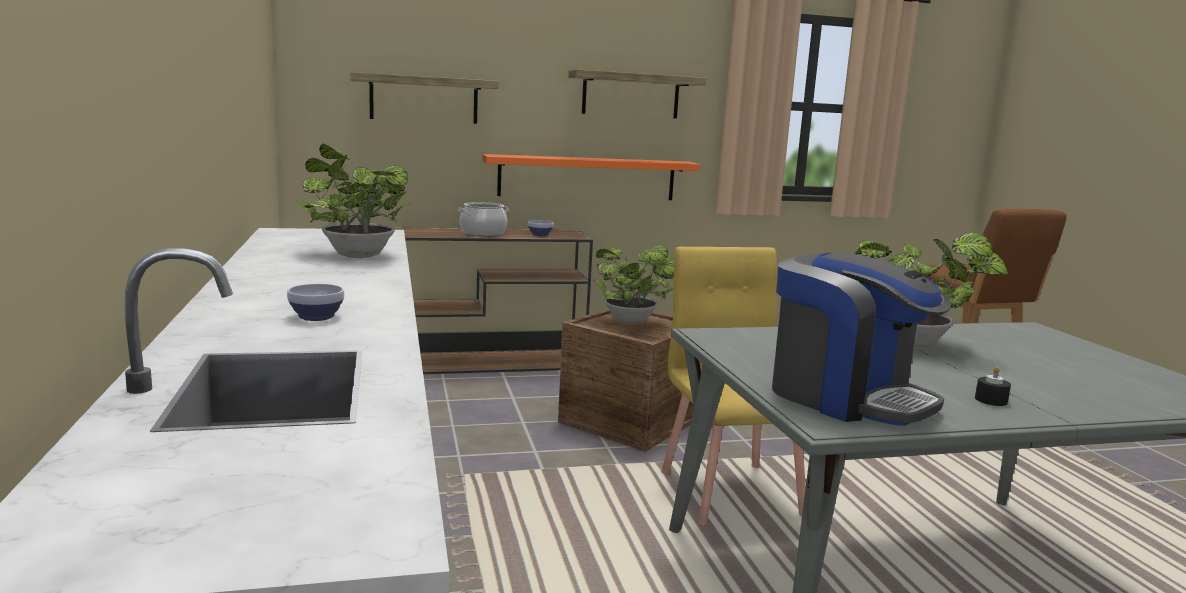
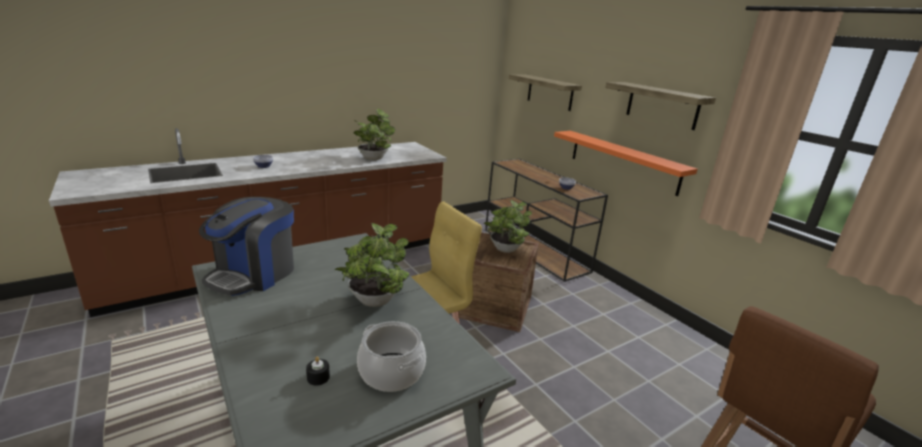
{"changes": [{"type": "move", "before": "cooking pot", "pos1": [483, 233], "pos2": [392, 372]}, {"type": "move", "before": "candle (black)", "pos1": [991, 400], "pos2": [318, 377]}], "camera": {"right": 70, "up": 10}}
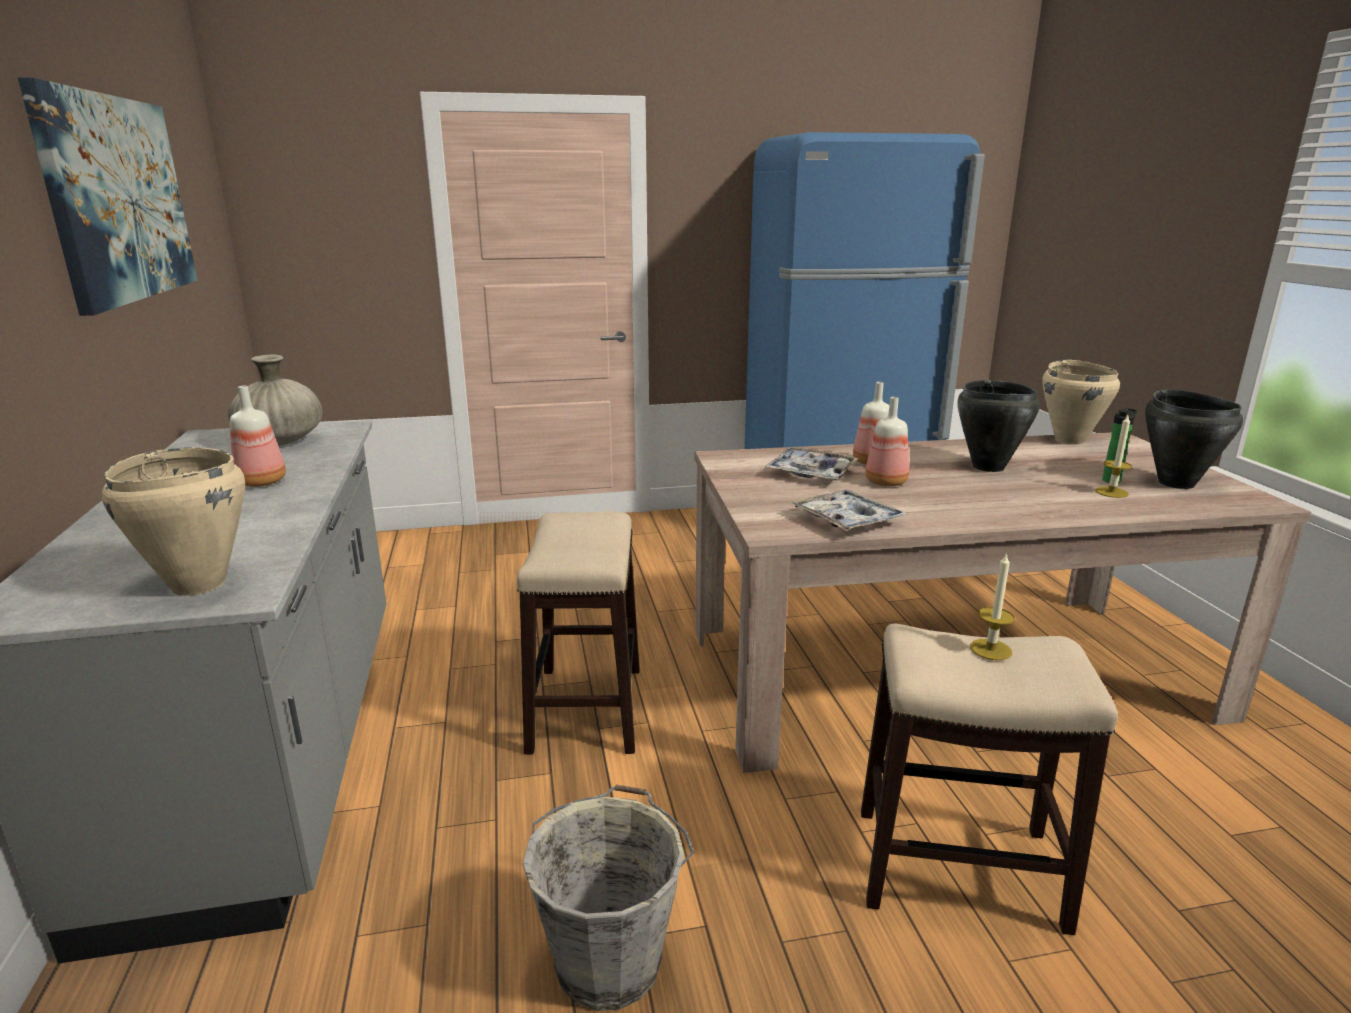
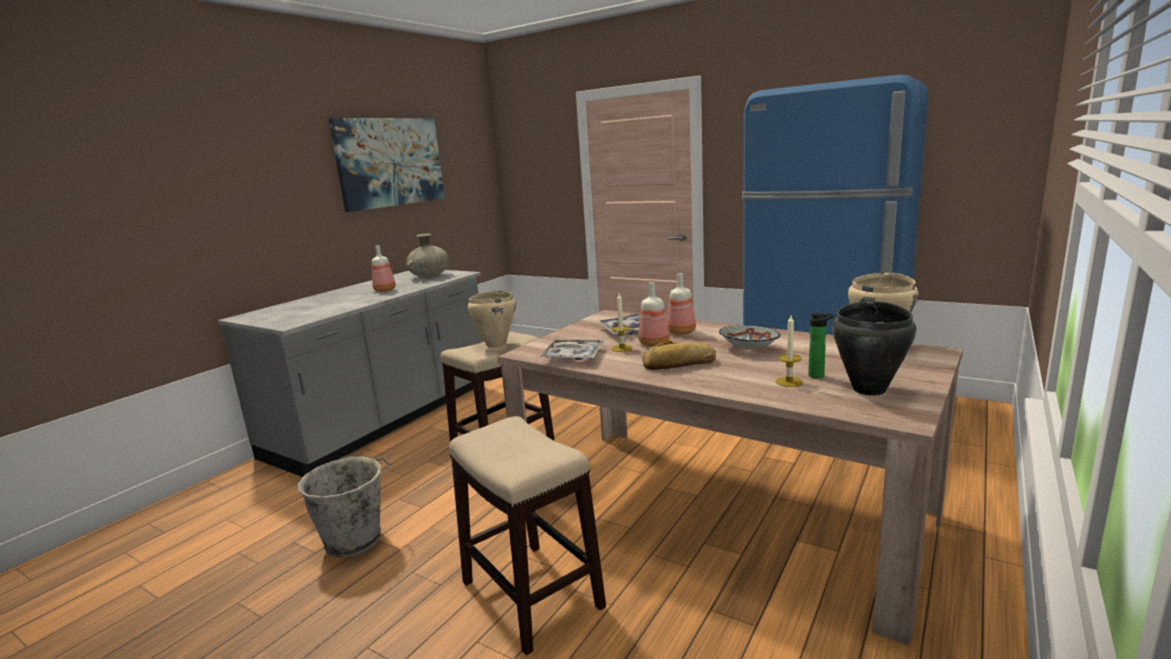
{"changes": [{"type": "move", "before": "cooking pot (beige)", "pos1": [197, 585], "pos2": [496, 345]}, {"type": "replace", "before": "cooking pot (black)", "after": "bowl", "pos1": [988, 467], "pos2": [748, 349]}, {"type": "move", "before": "candle", "pos1": [990, 649], "pos2": [622, 348]}, {"type": "insert", "after": "bread", "pos2": [680, 364]}], "camera": {"right": 45, "up": -5}}
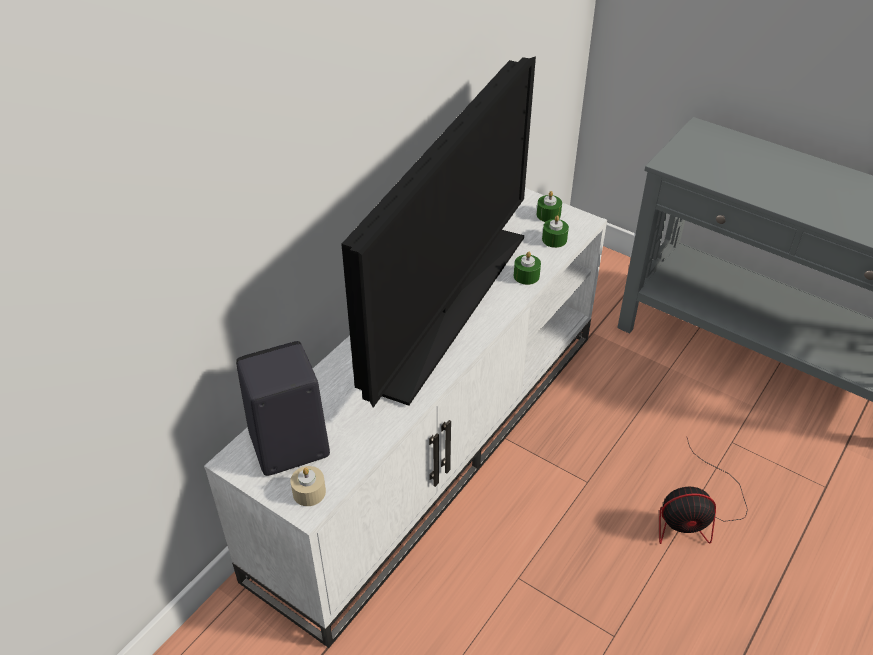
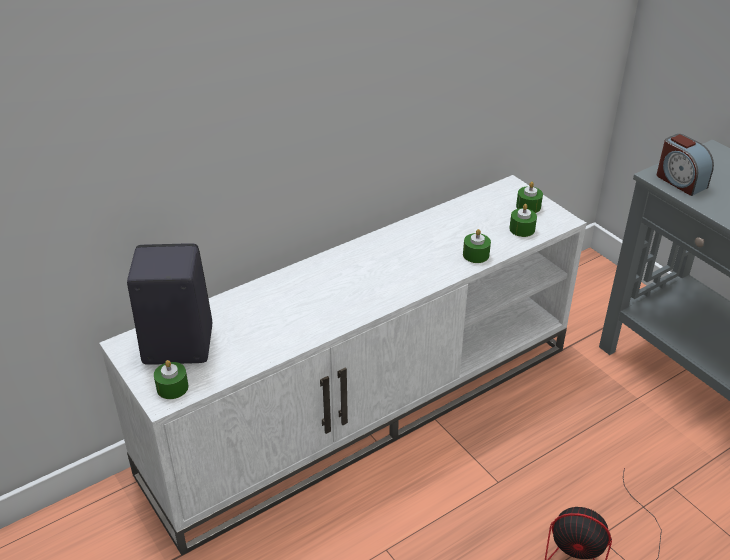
{"changes": [{"type": "recolor", "before": "candle (beige)", "after": "candle (green)", "pos1": [309, 492], "pos2": [172, 387]}, {"type": "delete", "before": "television", "pos1": [449, 307]}, {"type": "insert", "after": "alarm clock", "pos2": [680, 181]}], "camera": {"right": 20, "up": -5}}
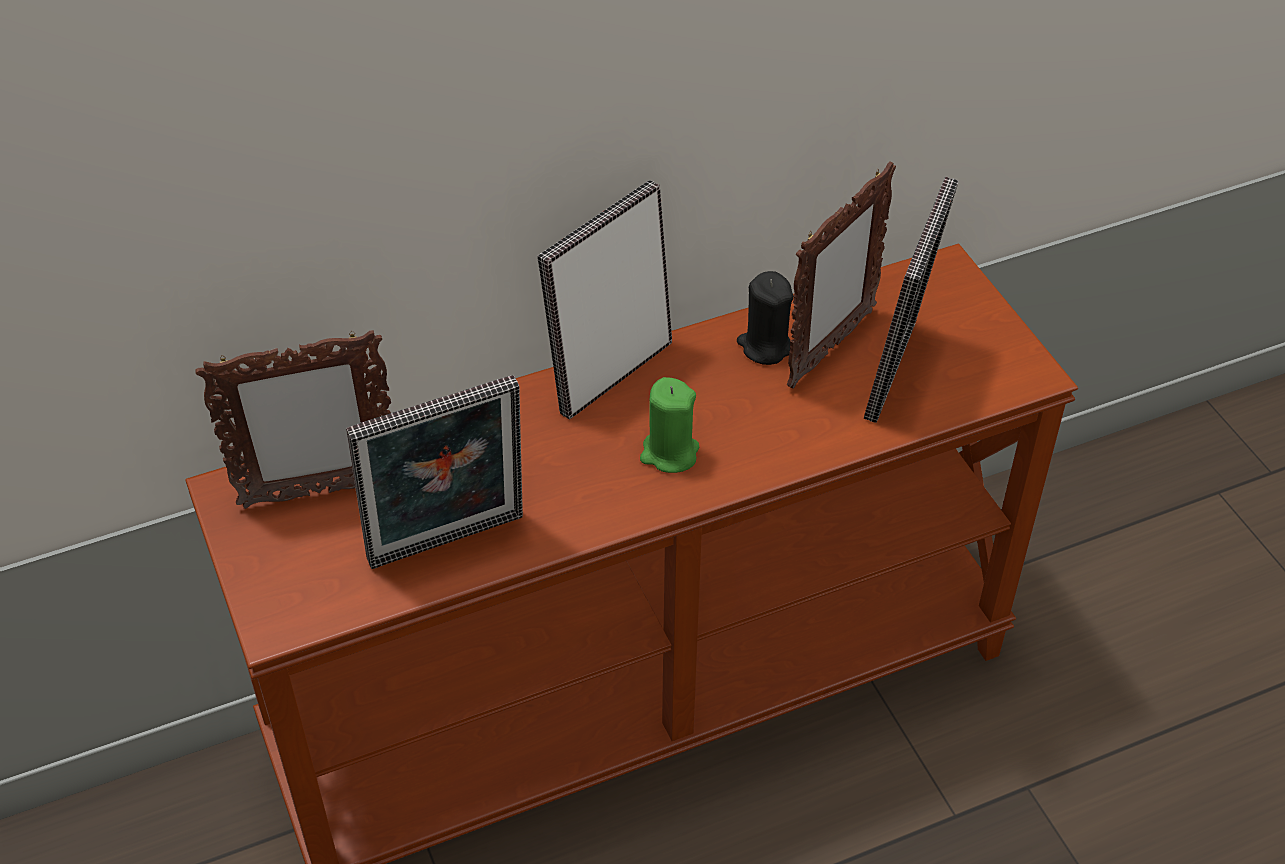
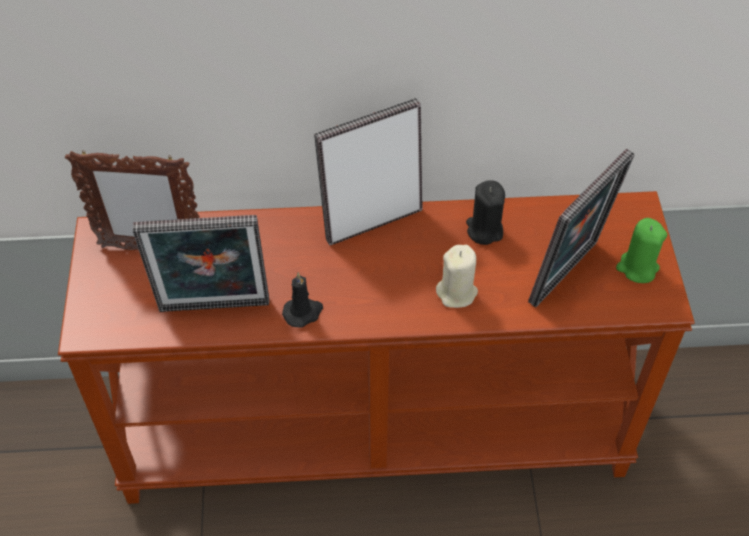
{"changes": [{"type": "move", "before": "candle (green)", "pos1": [669, 453], "pos2": [637, 268]}, {"type": "delete", "before": "picture frame", "pos1": [830, 349]}, {"type": "insert", "after": "candle (black)", "pos2": [303, 312]}, {"type": "insert", "after": "candle (beige)", "pos2": [457, 292]}], "camera": {"right": 20, "up": 5}}
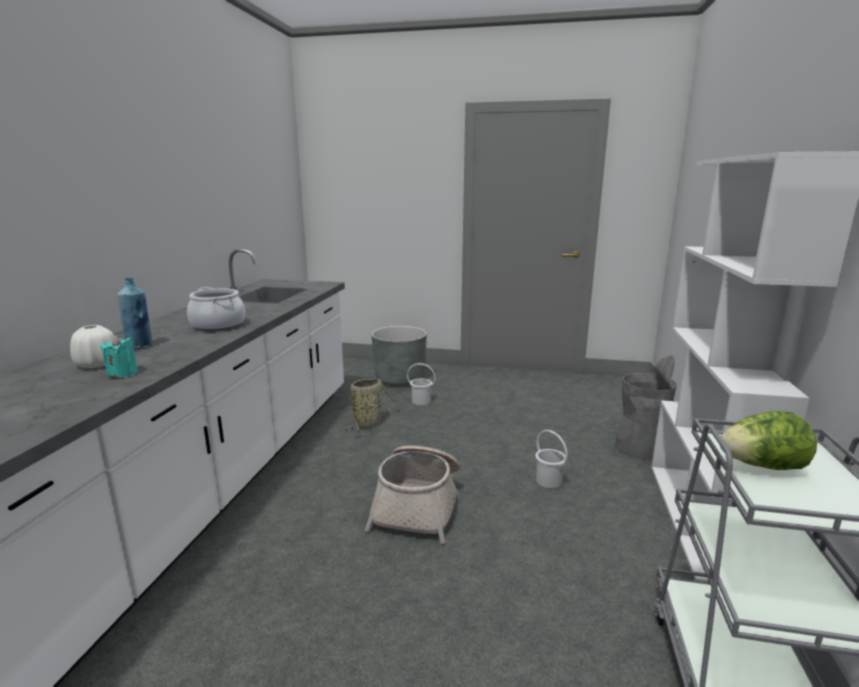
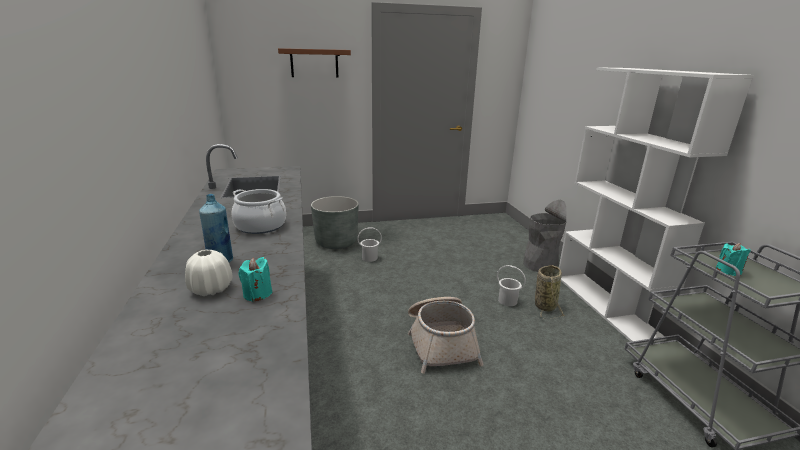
{"changes": [{"type": "move", "before": "basket", "pos1": [369, 423], "pos2": [545, 305]}, {"type": "replace", "before": "lettuce", "after": "candle (turquoise)", "pos1": [761, 466], "pos2": [728, 271]}, {"type": "insert", "after": "shelf (brown)", "pos2": [314, 63]}], "camera": {"right": -25, "up": 5}}
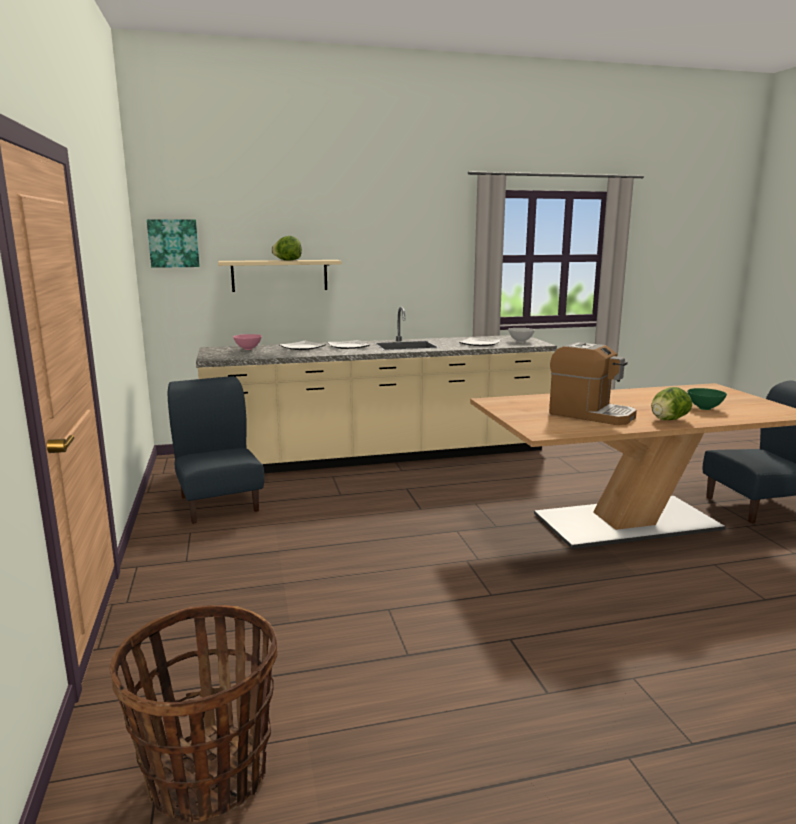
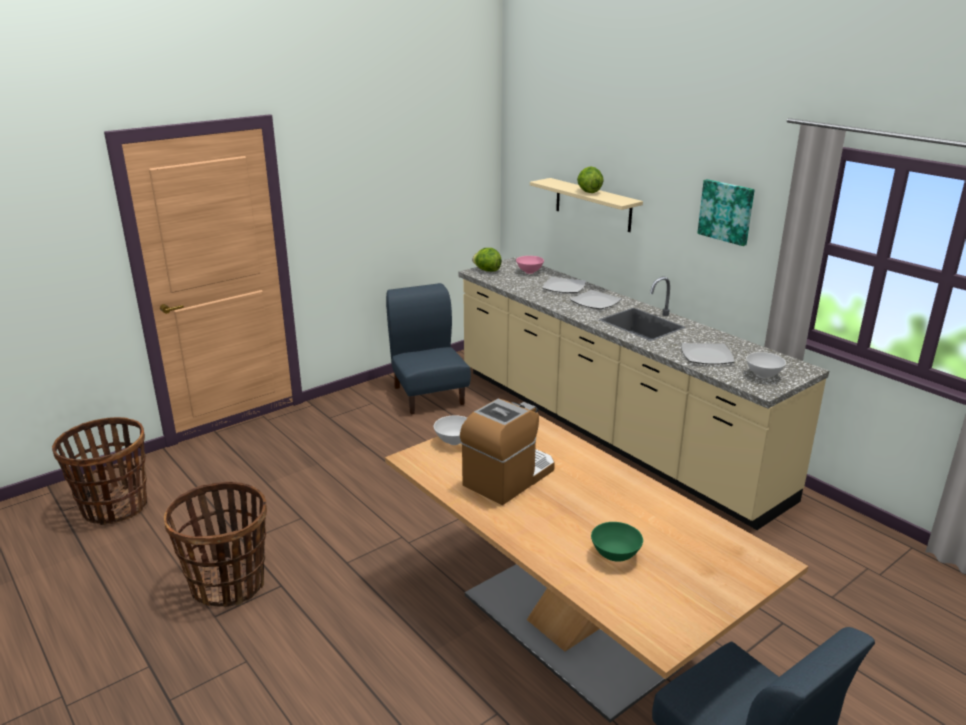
{"changes": [{"type": "move", "before": "picture", "pos1": [173, 243], "pos2": [726, 211]}, {"type": "rotate", "before": "chair (blue)", "pos1": [219, 503], "pos2": [429, 395], "turn": -60}, {"type": "rotate", "before": "coffee machine", "pos1": [591, 414], "pos2": [509, 477], "turn": -150}, {"type": "move", "before": "lettuce", "pos1": [668, 420], "pos2": [487, 270]}, {"type": "insert", "after": "basket", "pos2": [228, 584]}, {"type": "insert", "after": "bowl (white)", "pos2": [454, 442]}], "camera": {"right": 65, "up": 10}}
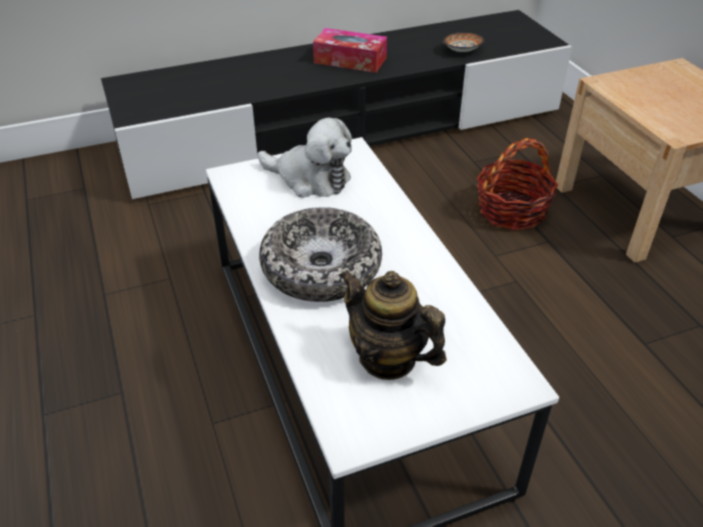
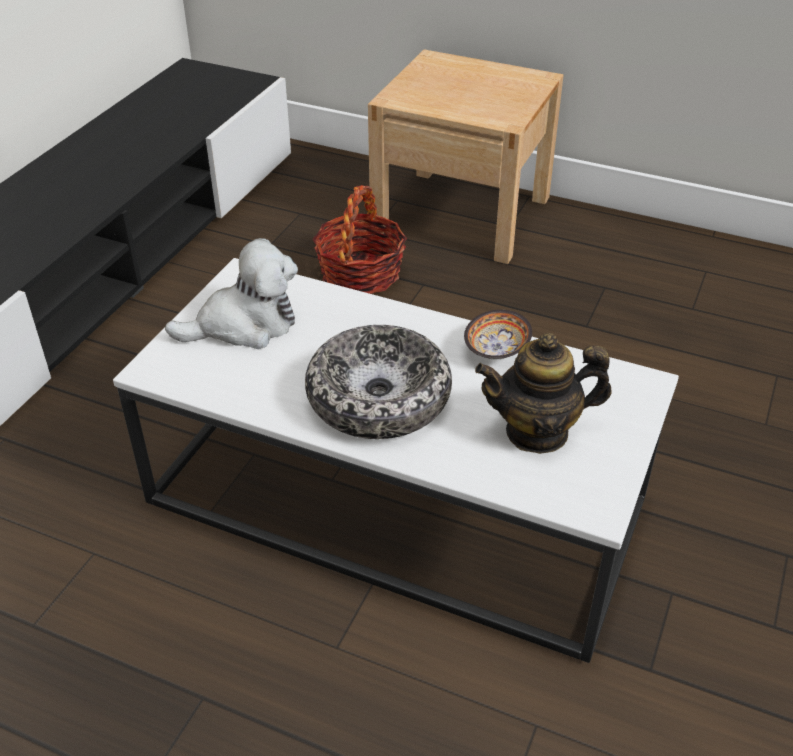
{"changes": [{"type": "delete", "before": "tissue box", "pos1": [350, 60]}, {"type": "move", "before": "bowl", "pos1": [461, 51], "pos2": [494, 350]}], "camera": {"right": -45, "up": 0}}
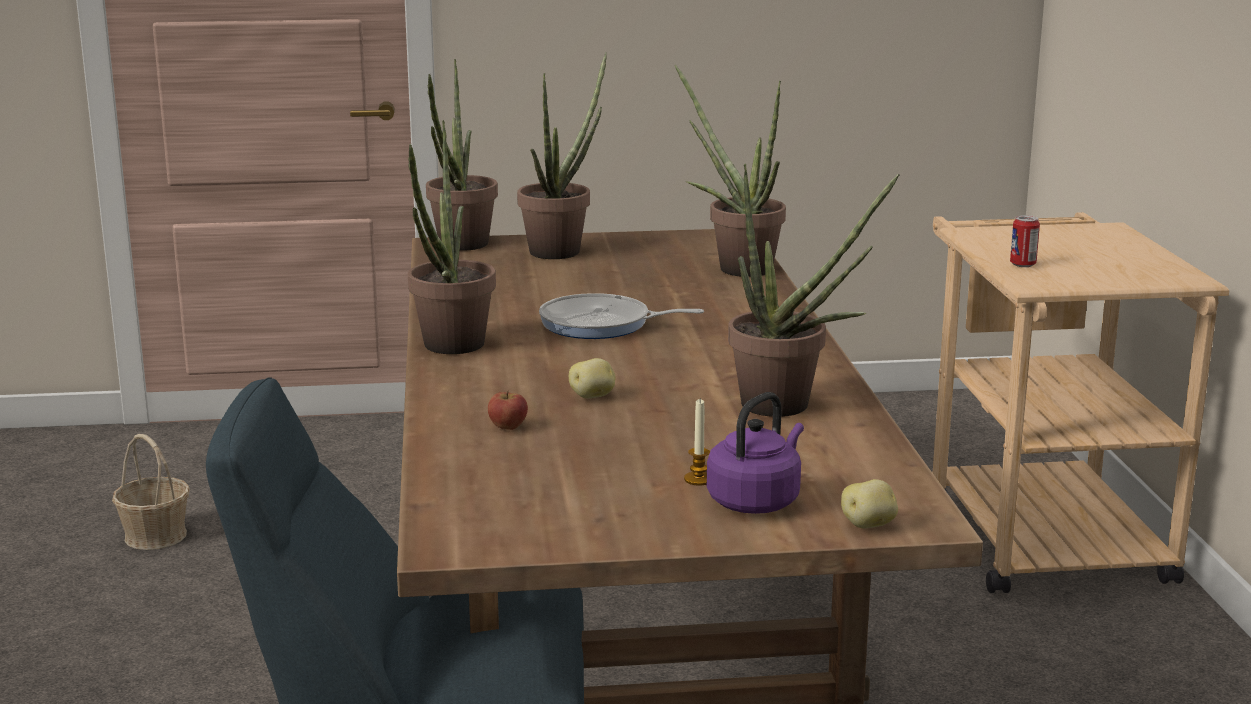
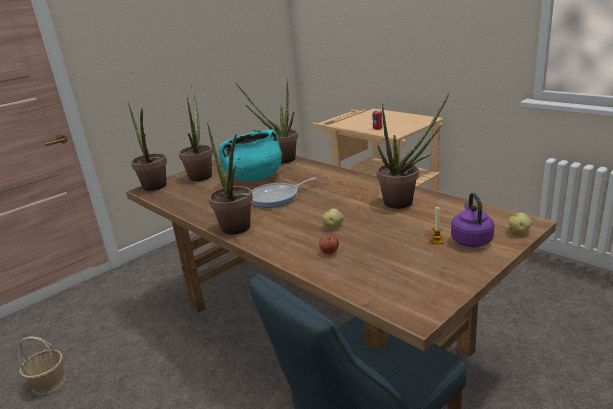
{"changes": [{"type": "insert", "after": "cooking pot (turquoise)", "pos2": [254, 178]}], "camera": {"right": -35, "up": 5}}
